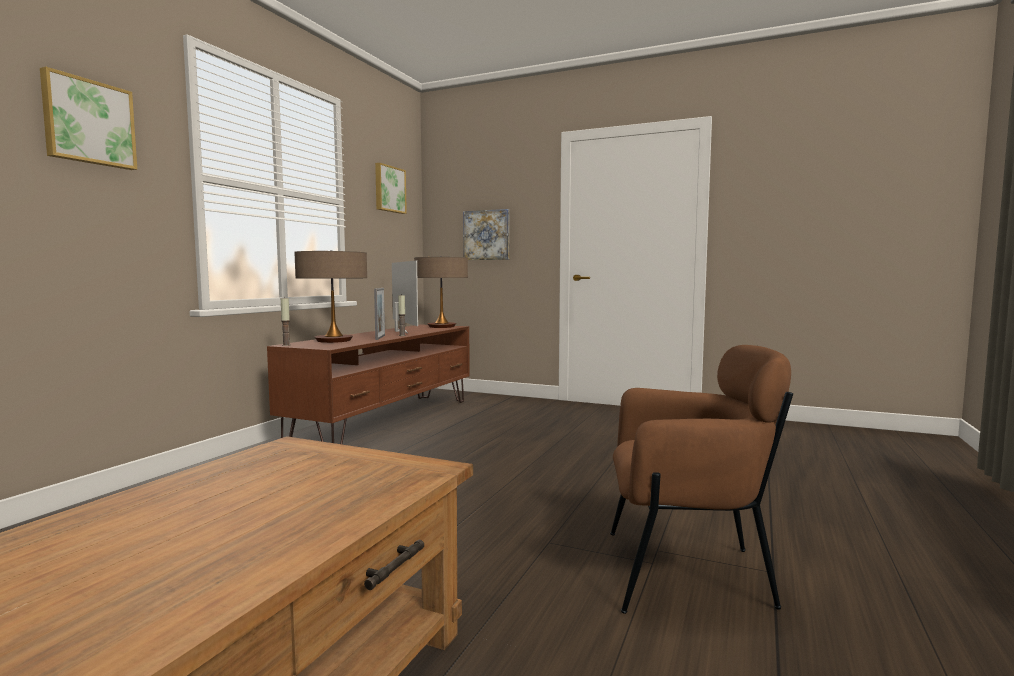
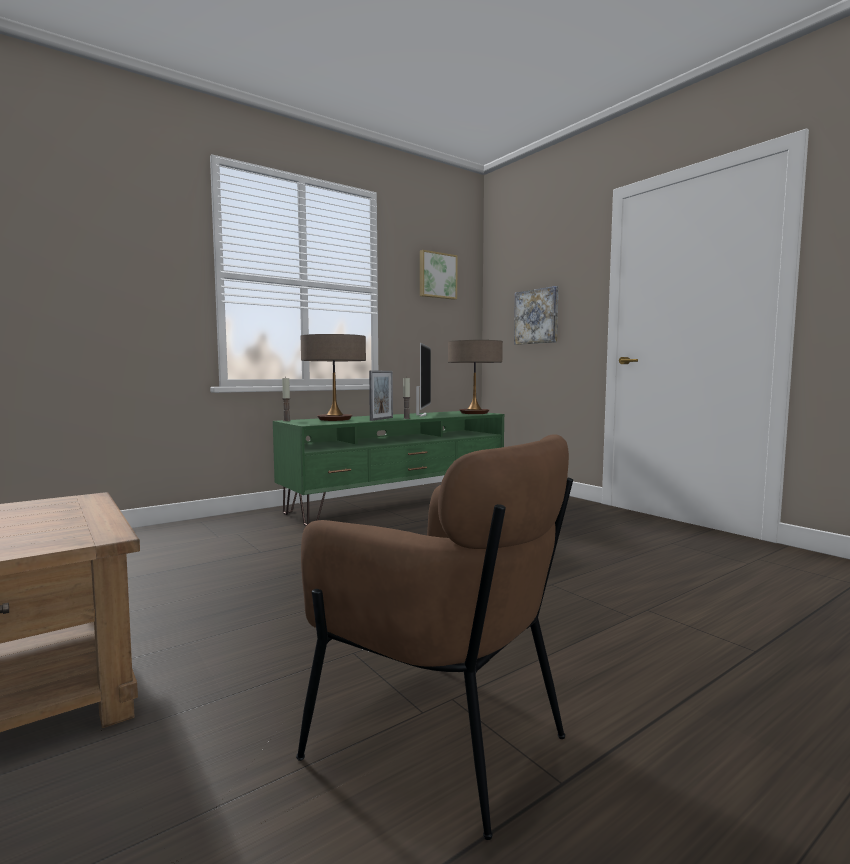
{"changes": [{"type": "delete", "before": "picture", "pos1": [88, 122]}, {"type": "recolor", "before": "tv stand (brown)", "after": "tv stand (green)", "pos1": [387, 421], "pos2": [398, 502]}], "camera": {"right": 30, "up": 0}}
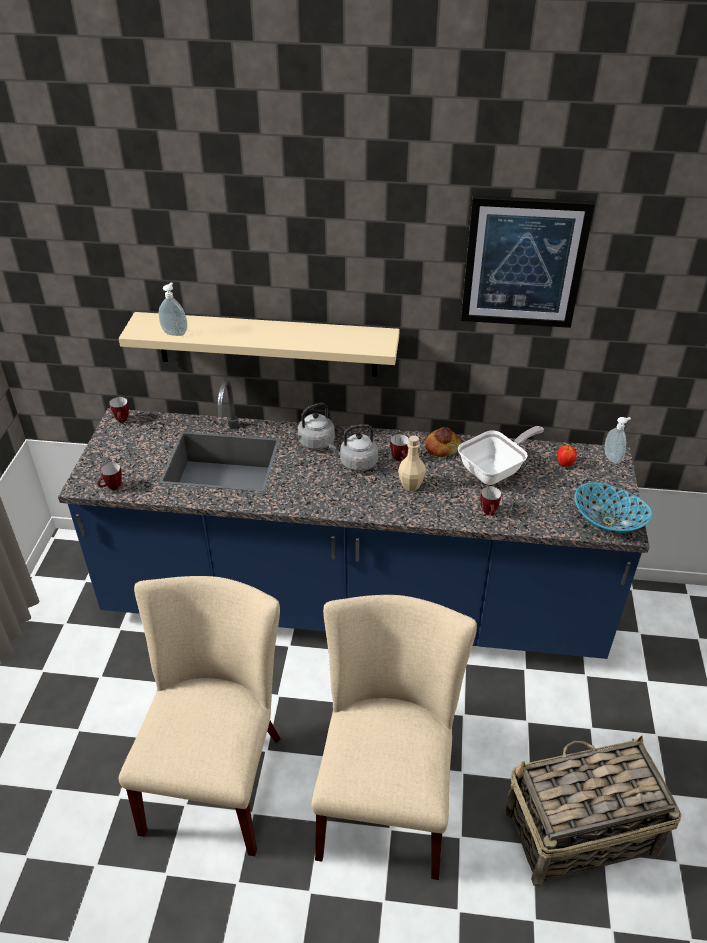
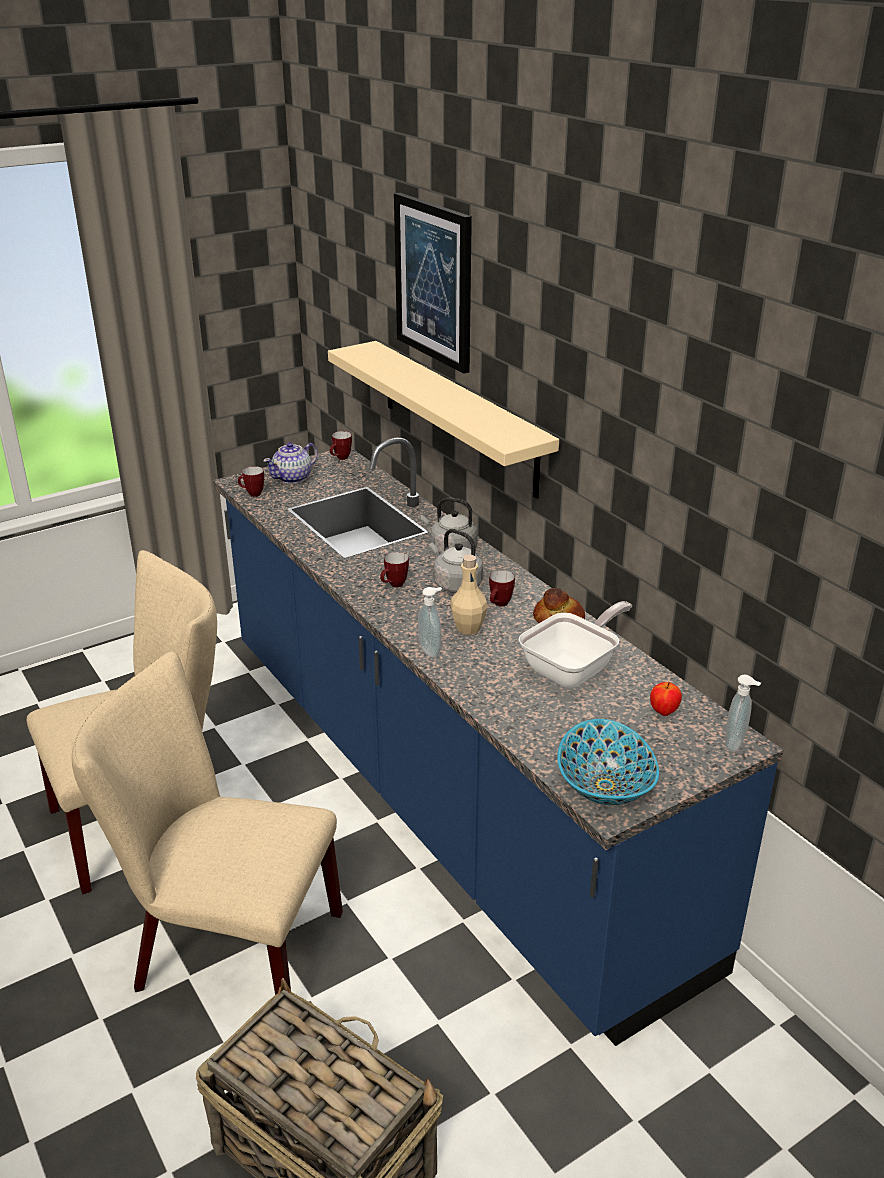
{"changes": [{"type": "move", "before": "soap dispenser", "pos1": [175, 333], "pos2": [431, 650]}, {"type": "rotate", "before": "chair (beige)", "pos1": [386, 795], "pos2": [226, 950], "turn": -135}, {"type": "rotate", "before": "frying pan", "pos1": [495, 470], "pos2": [574, 669], "turn": -60}, {"type": "move", "before": "picture", "pos1": [523, 262], "pos2": [434, 281]}, {"type": "move", "before": "mug", "pos1": [489, 513], "pos2": [394, 585]}, {"type": "insert", "after": "teapot", "pos2": [293, 478]}], "camera": {"right": 50, "up": -10}}
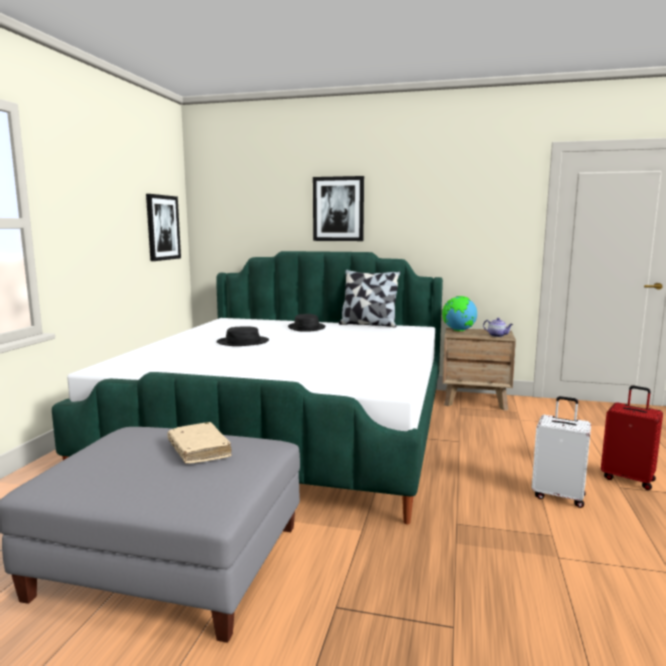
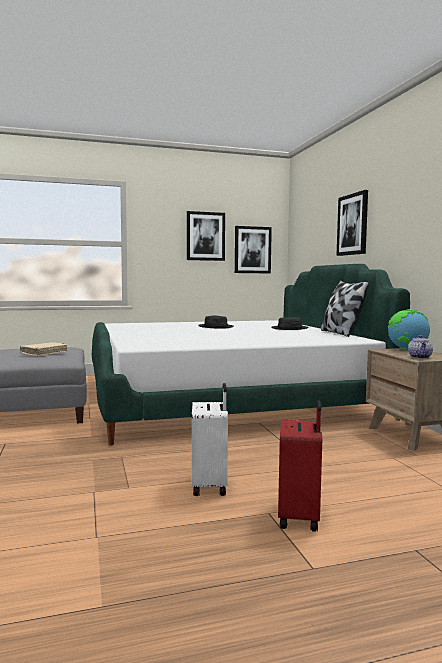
{"changes": [{"type": "insert", "after": "picture", "pos2": [205, 236]}], "camera": {"right": 60, "up": -5}}
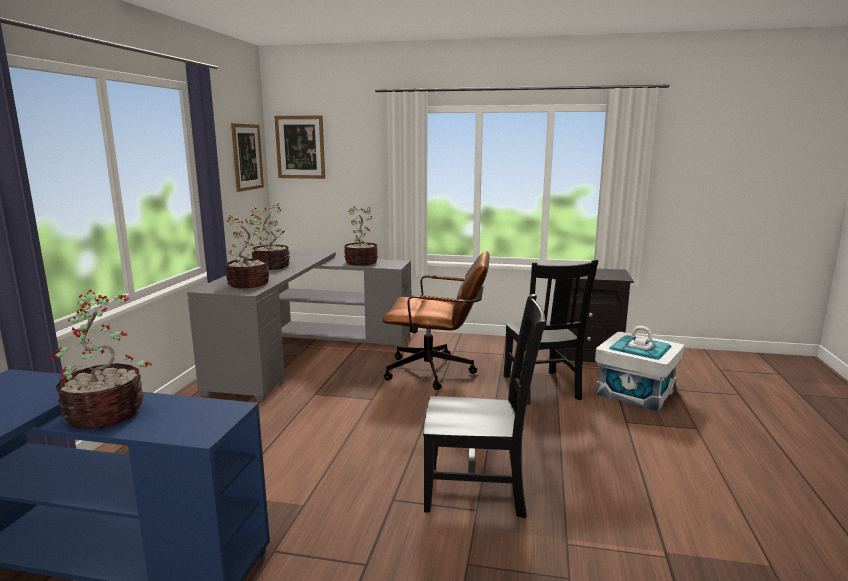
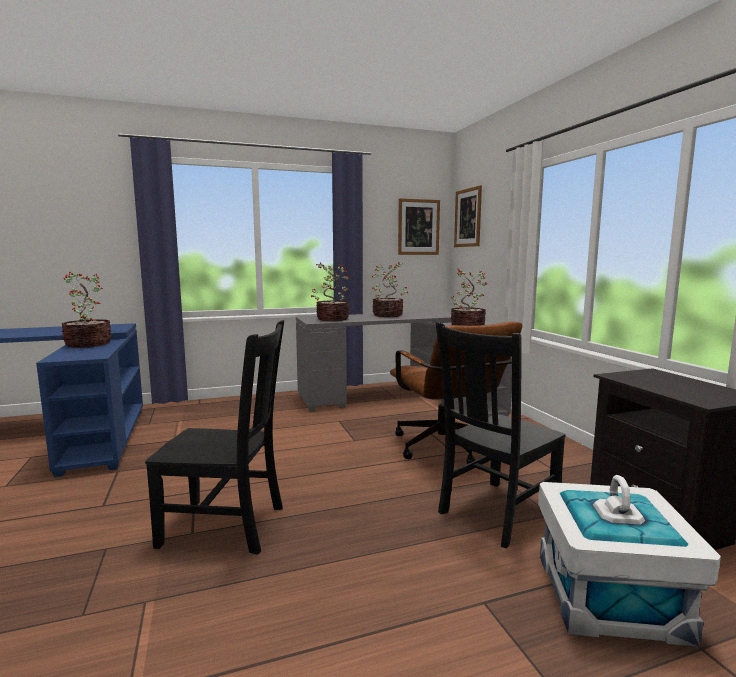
{"changes": [{"type": "rotate", "before": "chair (black)", "pos1": [479, 490], "pos2": [227, 526], "turn": -60}], "camera": {"right": 60, "up": -5}}
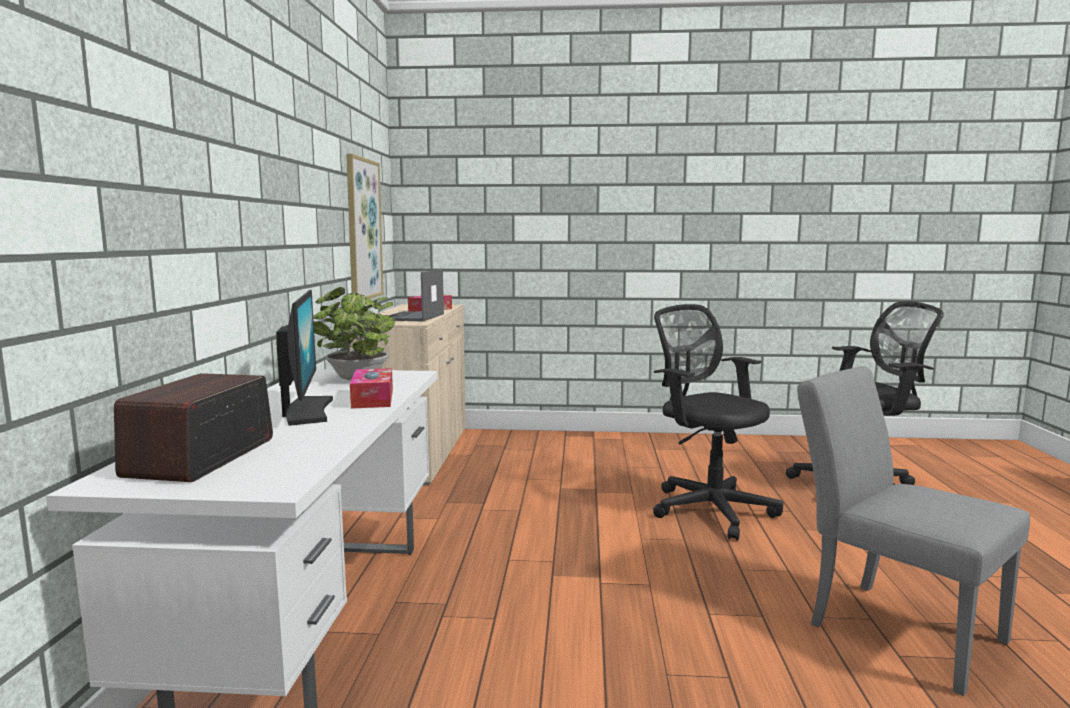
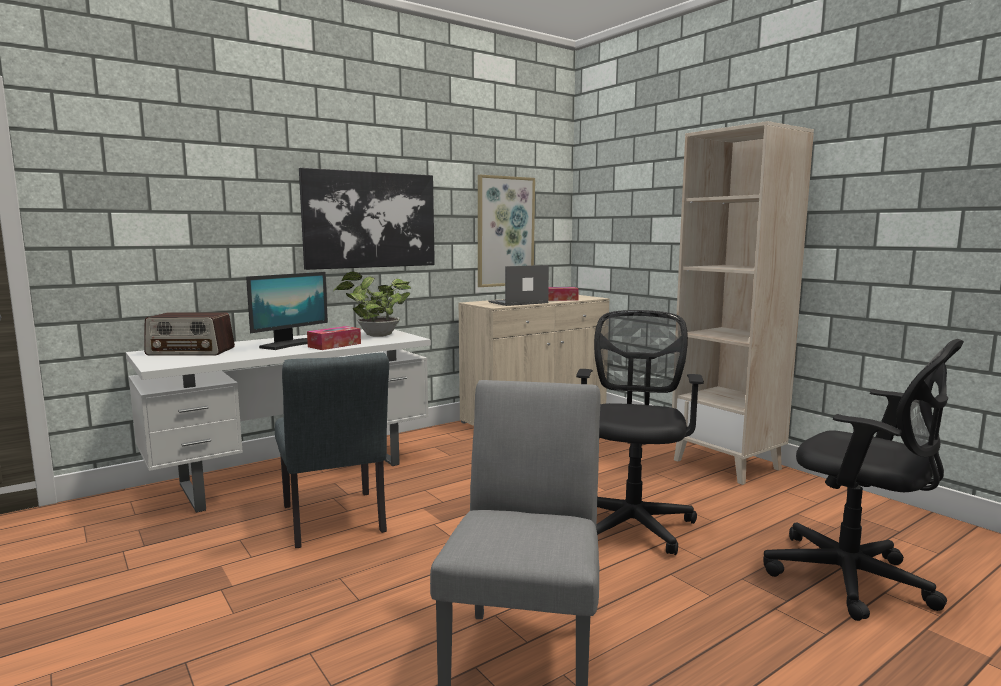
{"changes": [{"type": "rotate", "before": "radio", "pos1": [201, 457], "pos2": [191, 351], "turn": -150}, {"type": "insert", "after": "chair (grey)", "pos2": [335, 523]}, {"type": "insert", "after": "picture", "pos2": [370, 220]}, {"type": "insert", "after": "bookcase (beige)", "pos2": [727, 464]}], "camera": {"right": 50, "up": 0}}
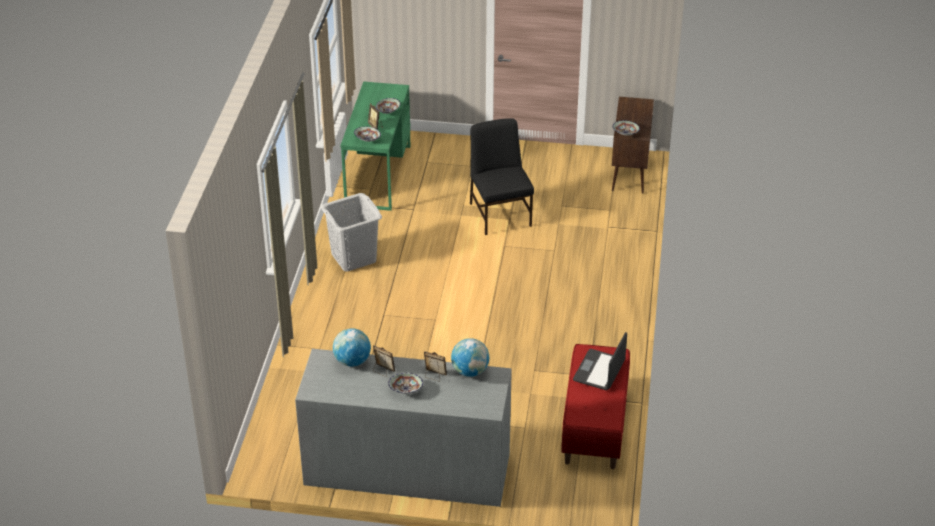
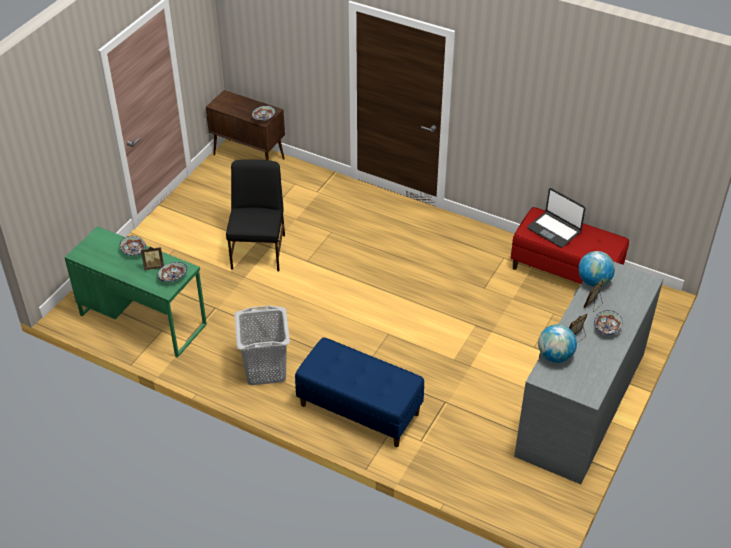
{"changes": [{"type": "rotate", "before": "chair (black)", "pos1": [500, 214], "pos2": [259, 251], "turn": 90}, {"type": "insert", "after": "bench (blue)", "pos2": [359, 410]}], "camera": {"right": -70, "up": 5}}
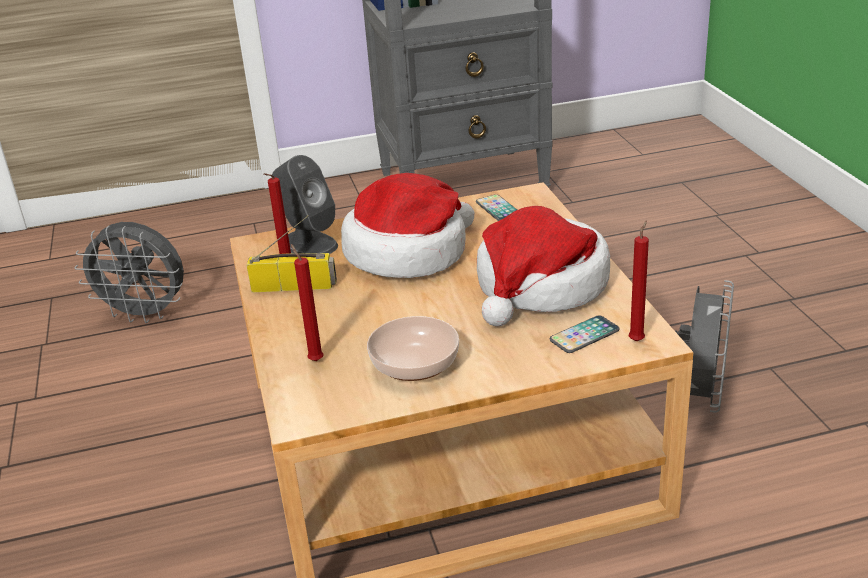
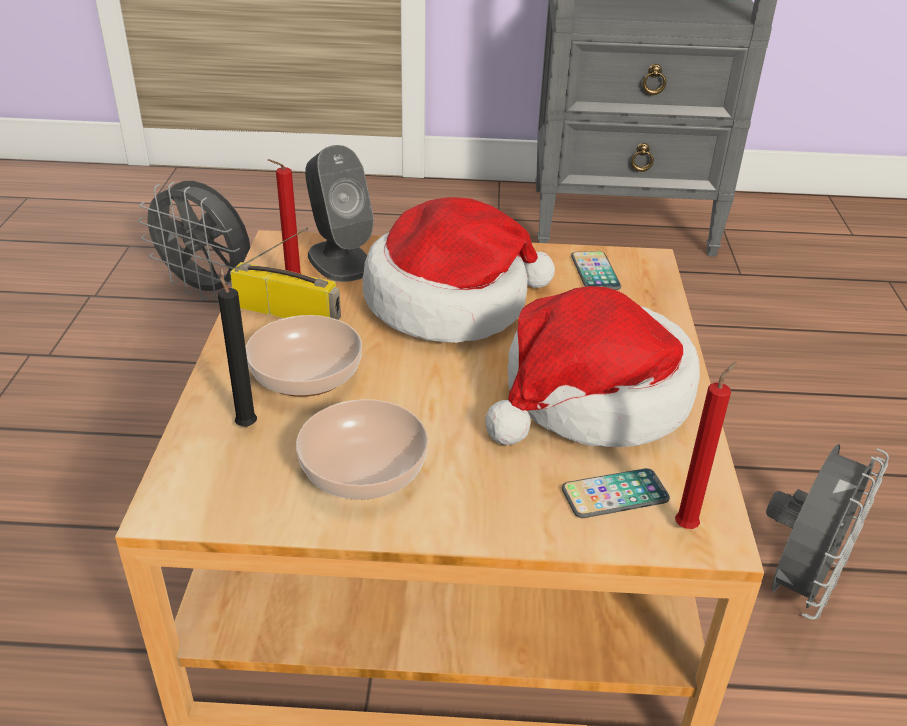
{"changes": [{"type": "recolor", "before": "candle (red)", "after": "candle (black)", "pos1": [314, 360], "pos2": [246, 424]}, {"type": "insert", "after": "bowl", "pos2": [307, 376]}], "camera": {"right": 15, "up": 5}}
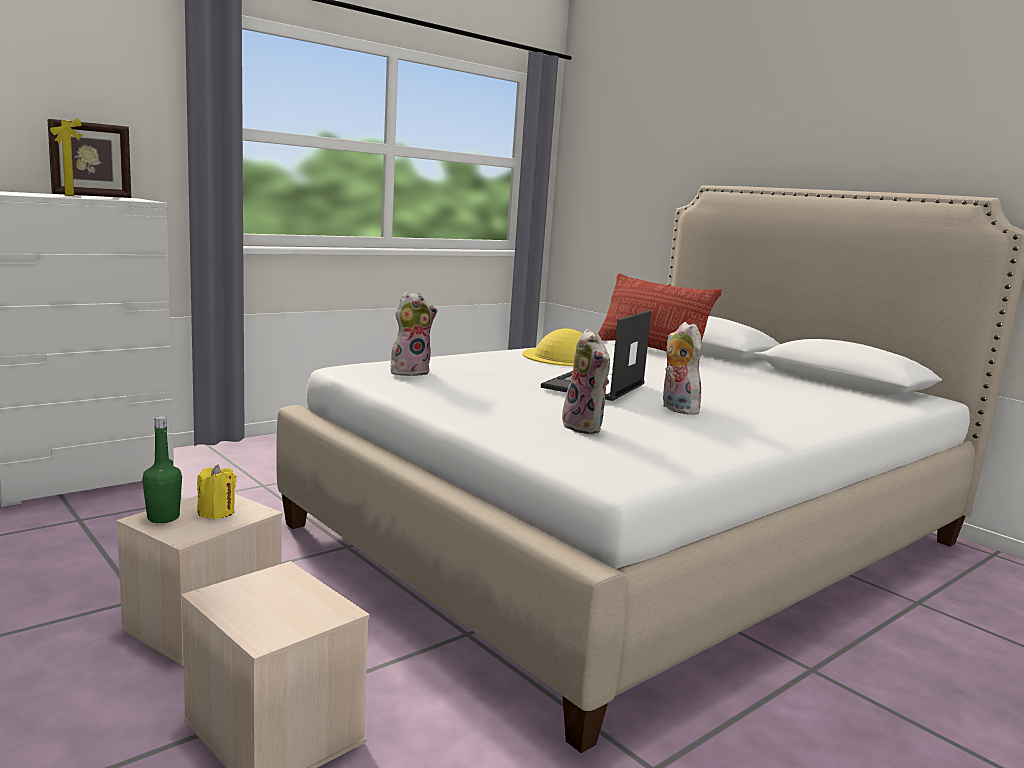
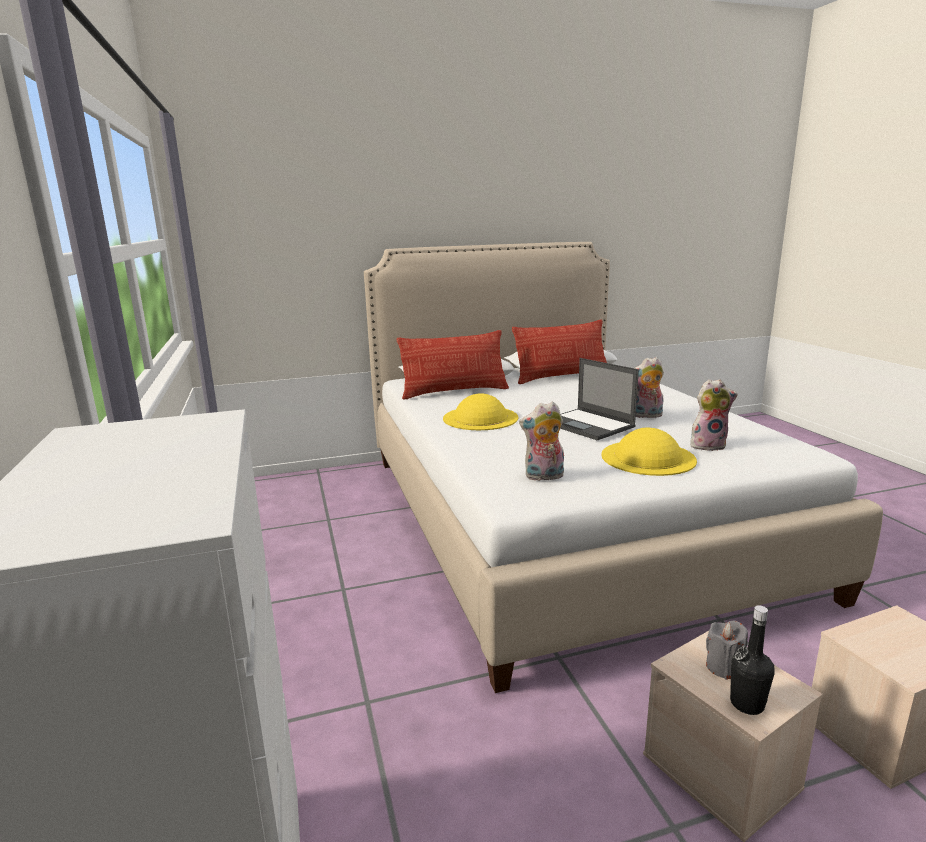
{"changes": [{"type": "delete", "before": "picture frame", "pos1": [92, 197]}, {"type": "recolor", "before": "bottle (green)", "after": "bottle (black)", "pos1": [163, 518], "pos2": [747, 704]}, {"type": "recolor", "before": "candle (yellow)", "after": "candle (grey)", "pos1": [216, 512], "pos2": [724, 667]}, {"type": "rotate", "before": "plush toy", "pos1": [410, 372], "pos2": [543, 477], "turn": -90}, {"type": "insert", "after": "pillow", "pos2": [561, 377]}, {"type": "insert", "after": "hat (yellow)", "pos2": [648, 457]}], "camera": {"right": -65, "up": 5}}
